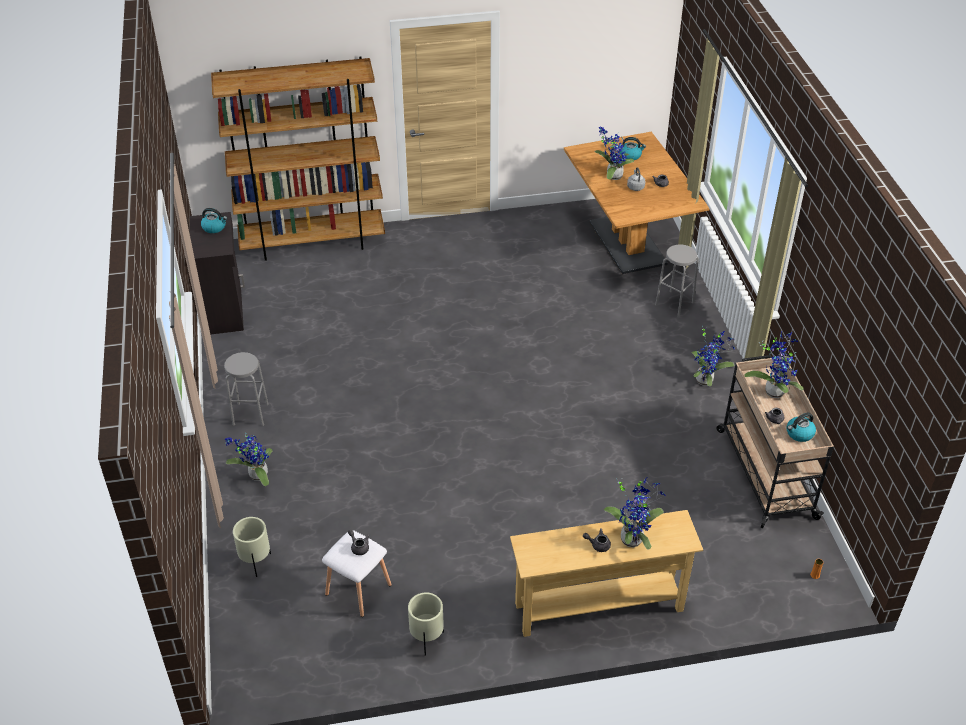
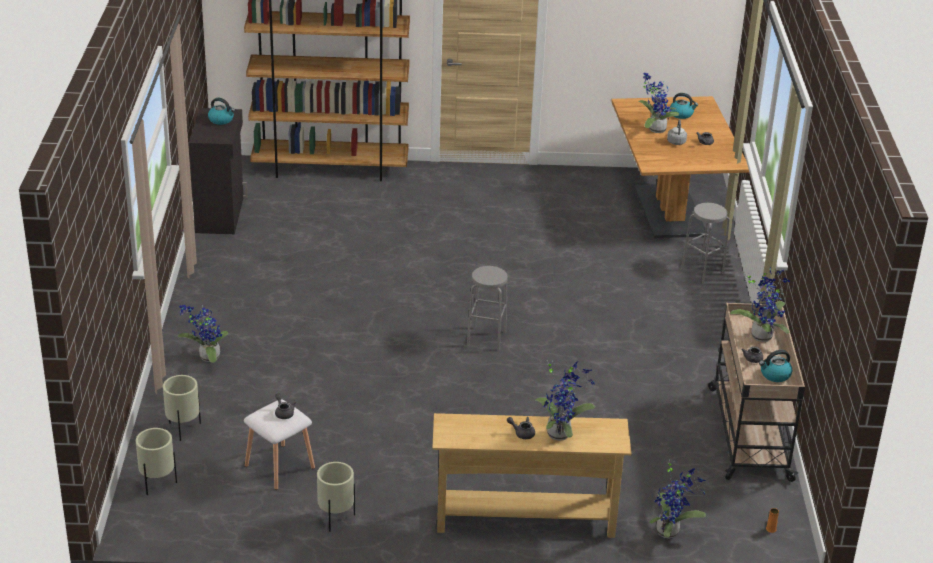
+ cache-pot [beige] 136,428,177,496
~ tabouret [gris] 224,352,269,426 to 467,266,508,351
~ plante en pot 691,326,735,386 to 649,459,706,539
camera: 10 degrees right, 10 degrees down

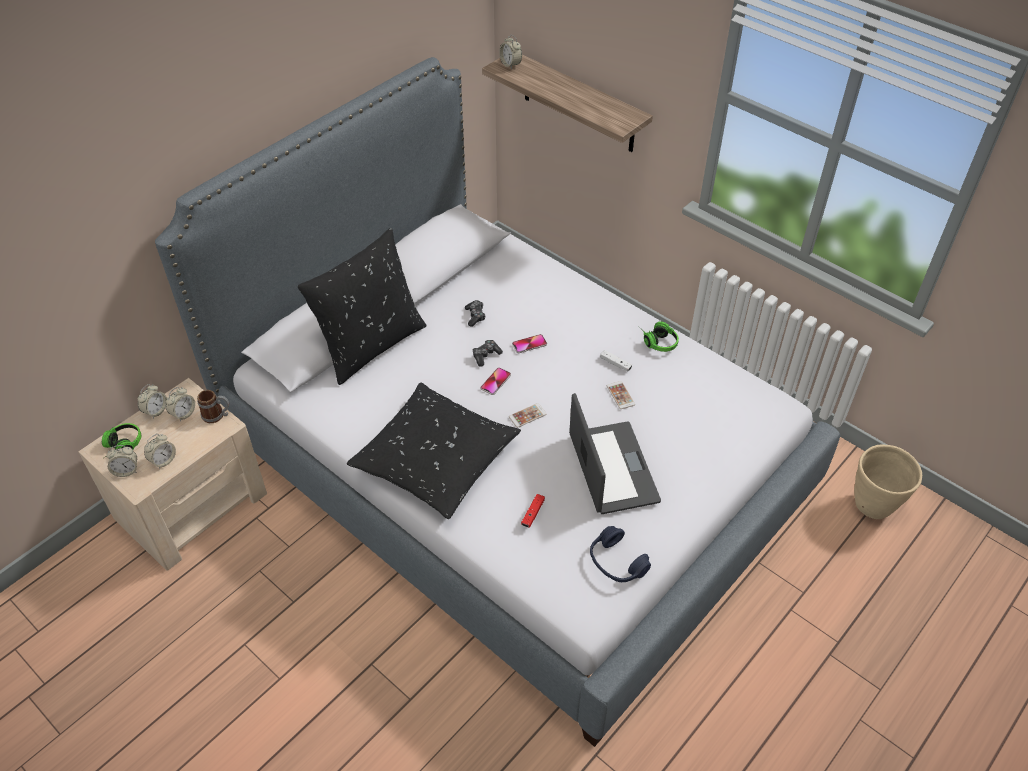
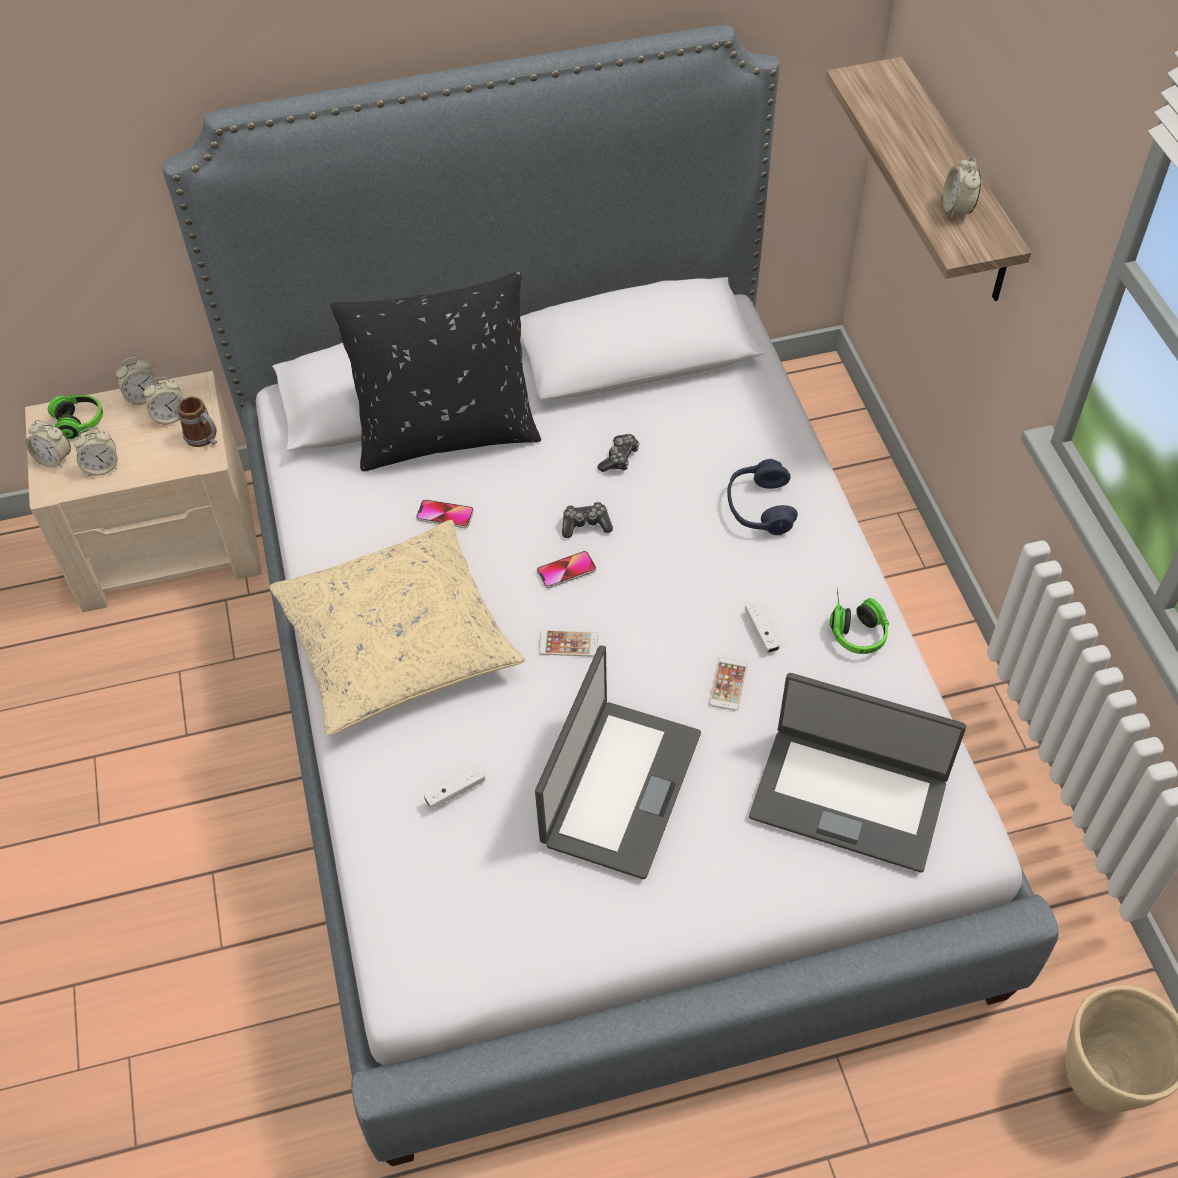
~ coussin [noir] 347,382,521,519 to coussin [beige] 269,520,525,736
~ téléphone 512,334,547,353 to 416,499,474,528
~ manette [rouge] 521,494,545,528 to manette [blanc] 424,766,485,809
~ casque audio [bleu] 590,526,651,582 to 727,459,798,535
+ ordinateur portable 749,673,966,872
~ réveil 499,35,522,69 to 943,156,981,219
camera: 35 degrees right, 5 degrees up

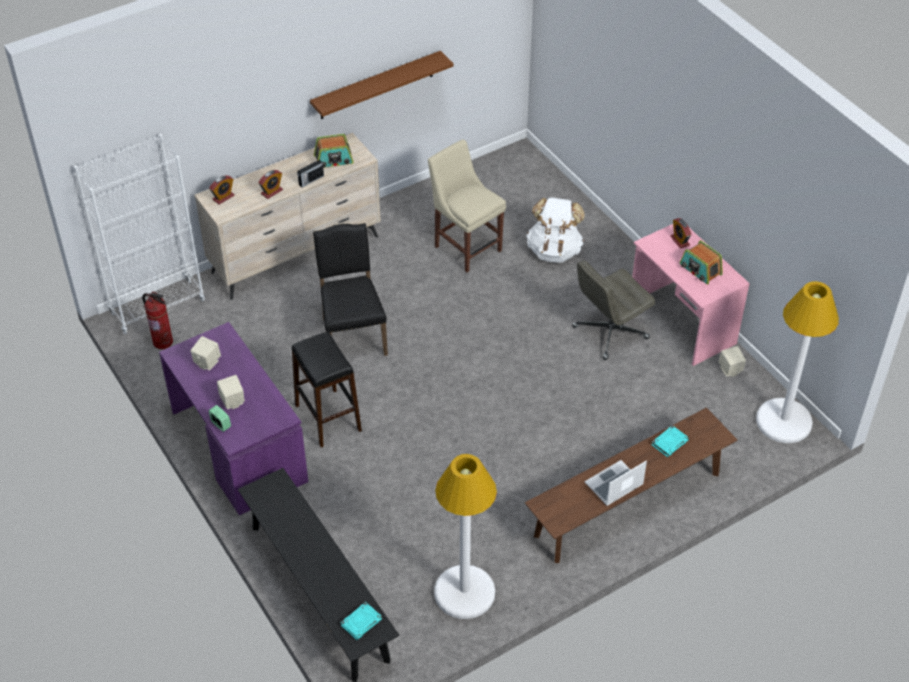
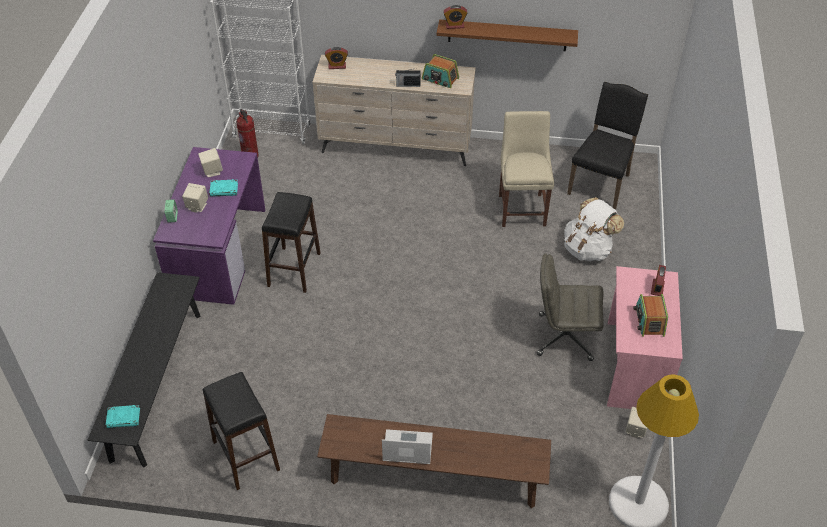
~ lampadaire [blanc] 434,454,497,619 to tabouret [noir] 202,372,280,490
~ livre [turquoise] 652,425,689,457 to 209,179,238,197
~ réveil 258,170,283,199 to 443,5,467,29
~ chaise [noir] 313,223,388,356 to 567,82,648,210
camera: 40 degrees right, 0 degrees up

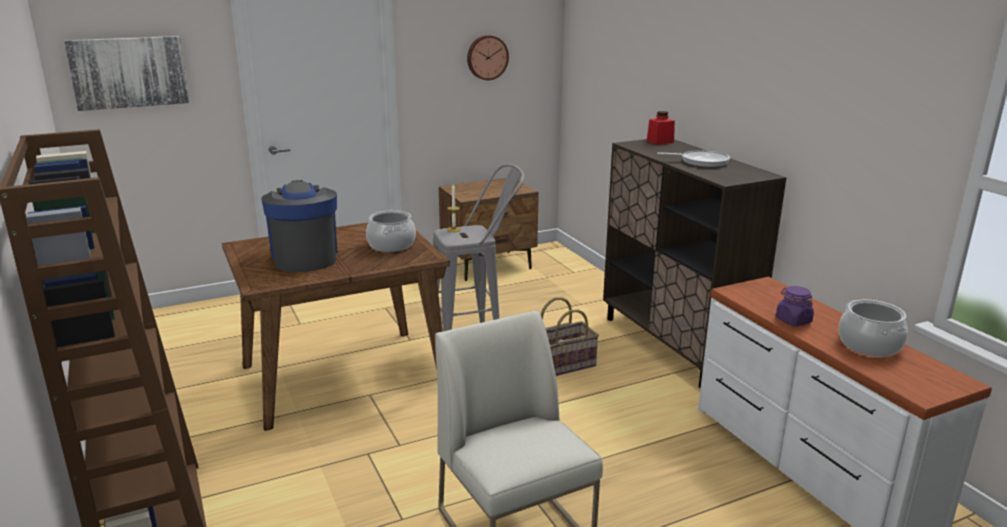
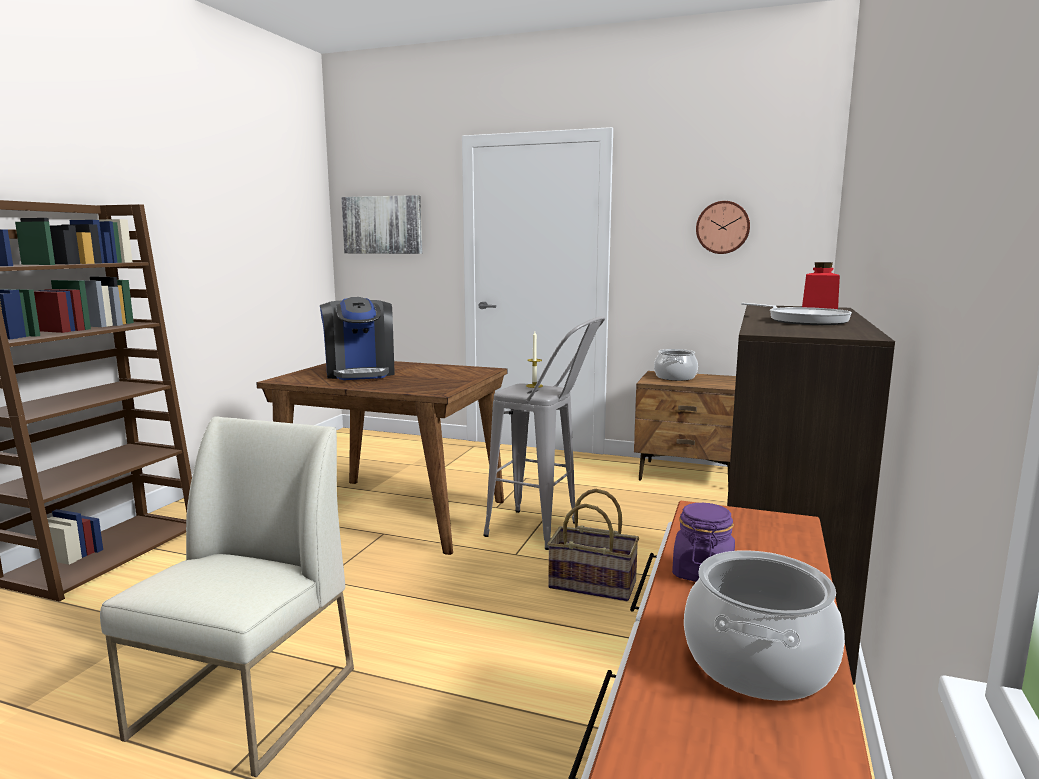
~ machine à café 261,180,337,272 = 320,297,395,380 135 degrees clockwise
~ marmite 366,210,416,252 to 654,349,698,381
camera: 45 degrees right, 10 degrees down

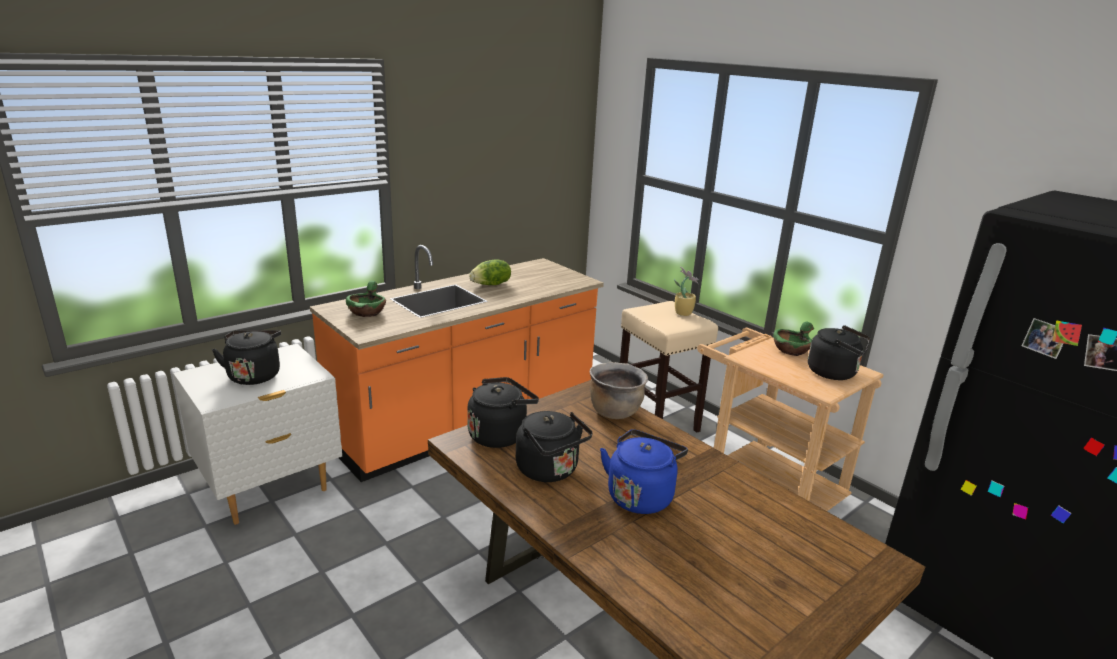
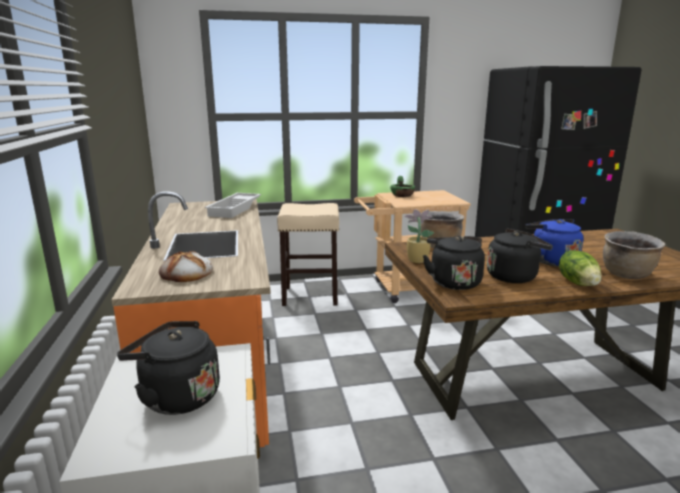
~ bol [vert] 346,281,386,317 to pain 159,251,213,282
+ plateau [blanc] 205,193,261,218
~ plante en pot 674,267,699,316 to 404,209,435,263
~ laitue 469,259,511,285 to 559,250,602,286
+ marmite [marron] 603,231,665,279
- bouilloire [noir] 808,325,871,380
camera: 60 degrees left, 5 degrees down

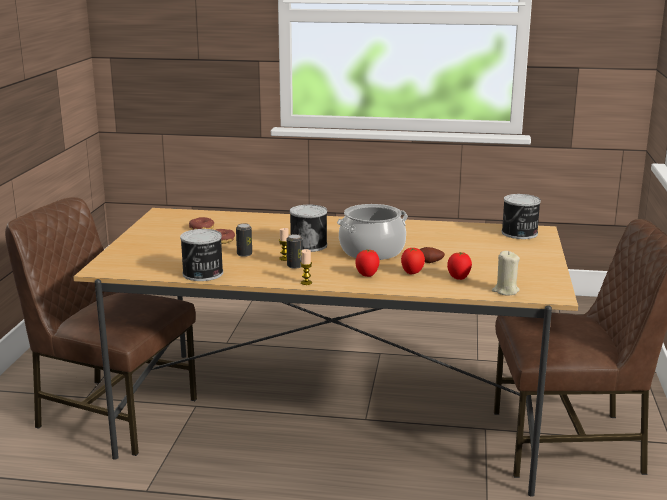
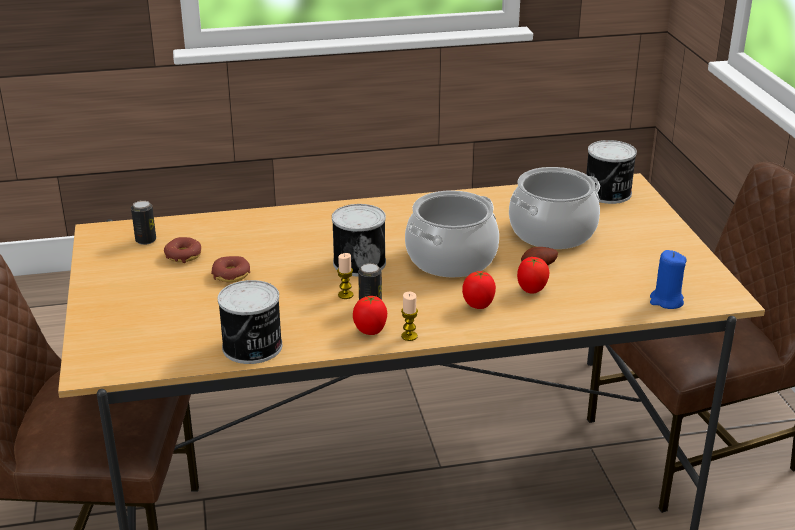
~ boîte métallique 236,223,252,257 to 131,200,156,245
~ tomate 447,252,472,280 to 353,296,387,335
+ marmite 509,167,600,249
~ bougie [beige] 492,251,520,296 to bougie [bleu] 650,250,687,309
camera: 20 degrees left, 10 degrees up

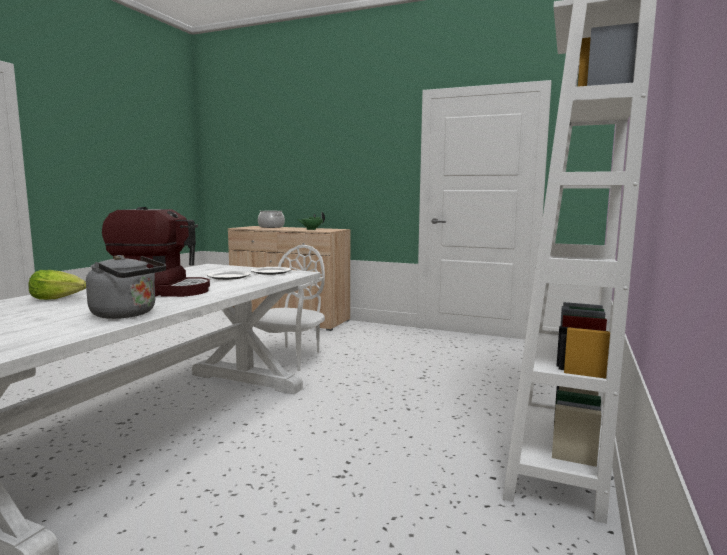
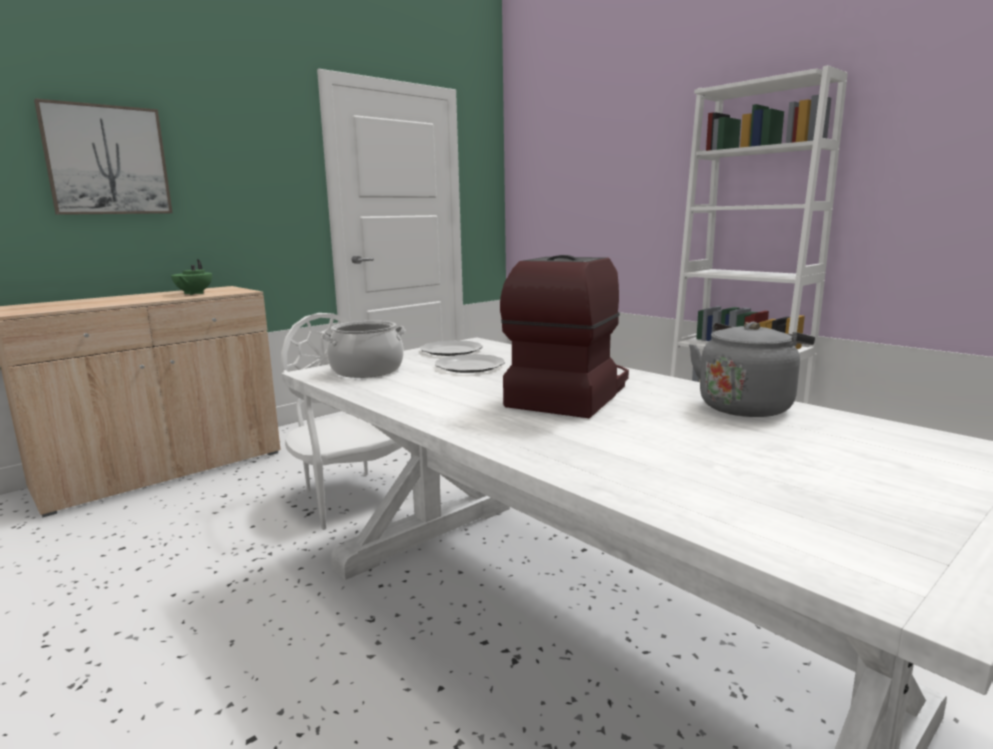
+ tableau 34,98,173,215
~ marmite 258,211,285,228 to 321,321,406,378
- laitue 29,270,86,300
camera: 65 degrees left, 5 degrees up

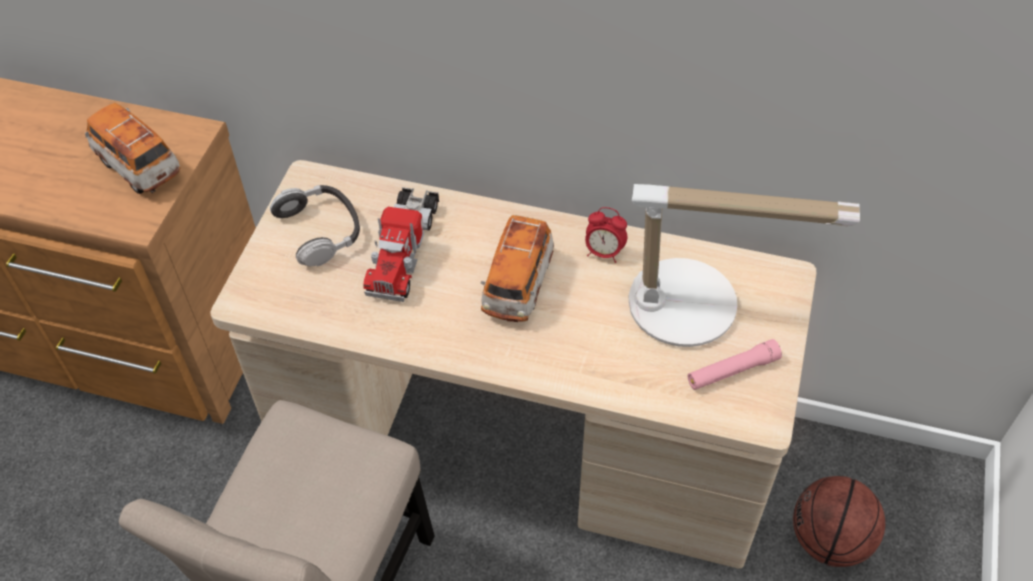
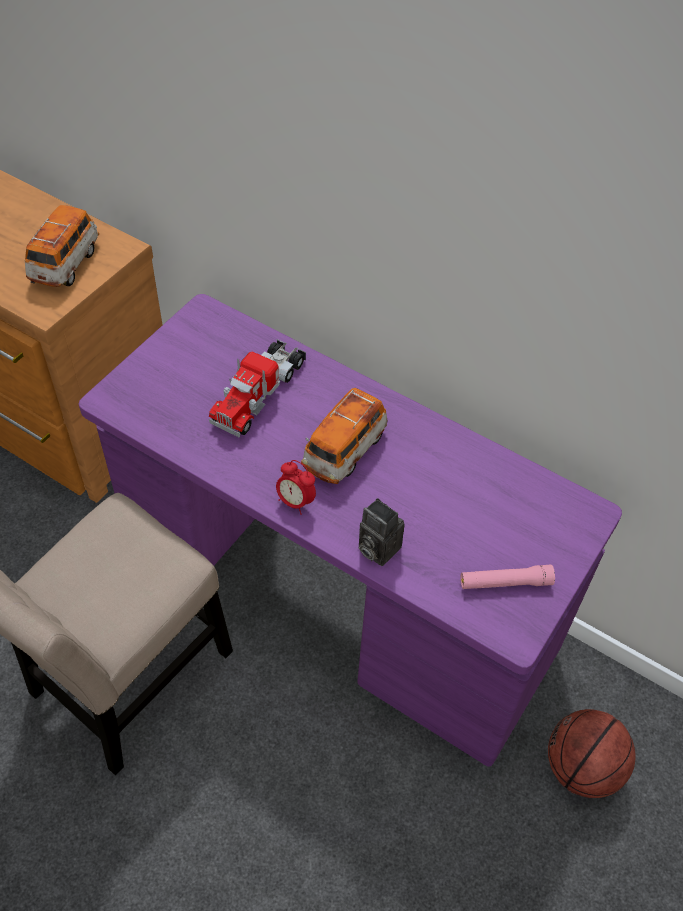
~ petite voiture 85,103,181,194 = 25,205,99,287 45 degrees clockwise
~ bureau [beige] 210,160,816,569 to bureau [violet] 79,294,622,767
~ réveil 585,207,627,263 to 276,460,316,515
+ appareil photo 359,498,404,566
- casque audio 270,185,360,266
- lampe de table 629,184,860,347
camera: 15 degrees right, 0 degrees up

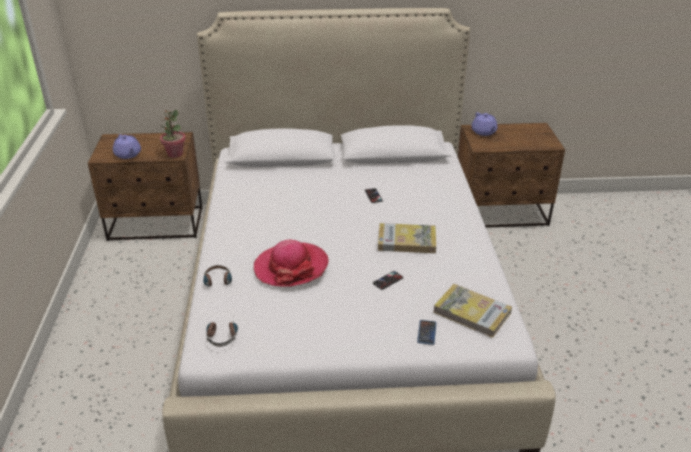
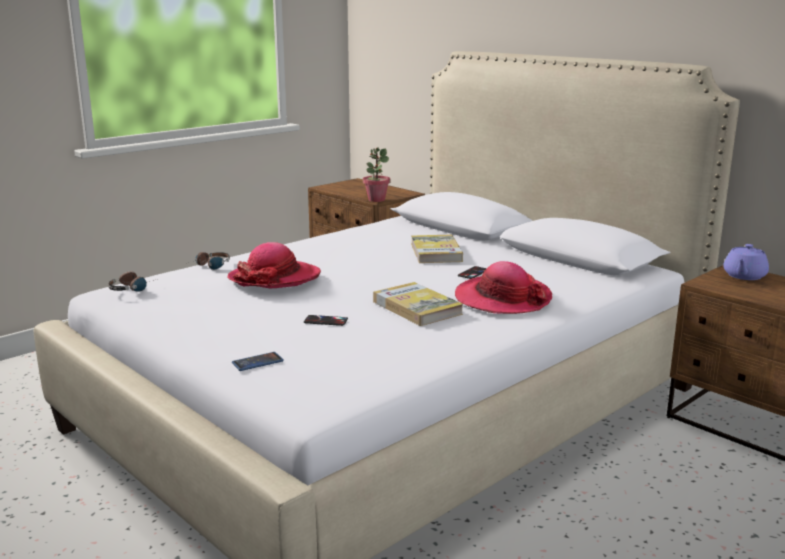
~ livre 433,284,512,338 to 411,234,463,263
+ chapeau 455,261,552,314
- théière [violet] 113,134,141,159
camera: 50 degrees right, 15 degrees down

